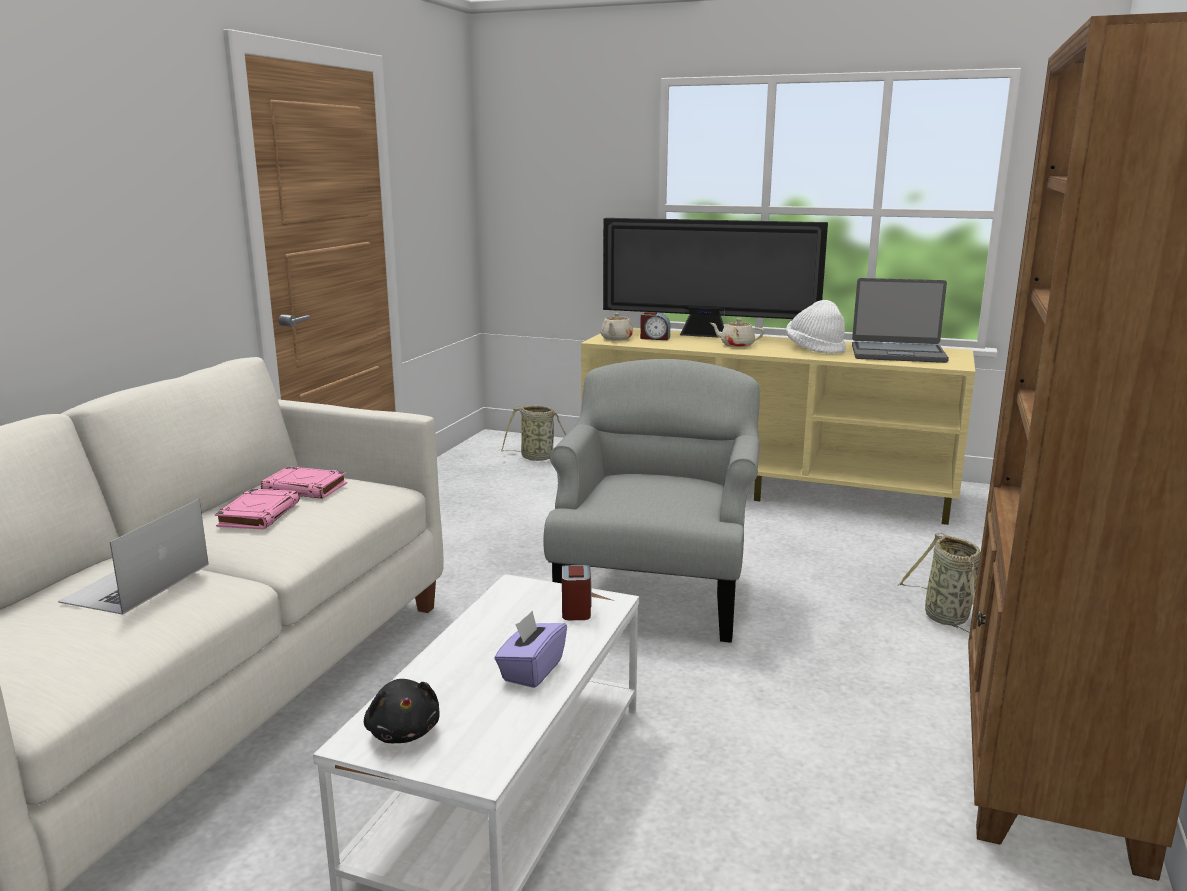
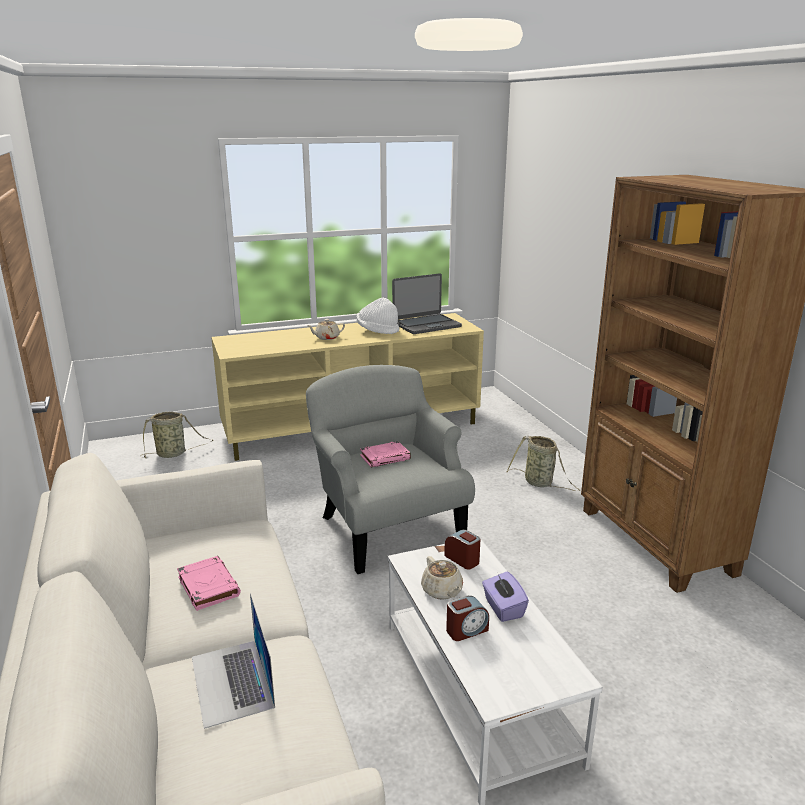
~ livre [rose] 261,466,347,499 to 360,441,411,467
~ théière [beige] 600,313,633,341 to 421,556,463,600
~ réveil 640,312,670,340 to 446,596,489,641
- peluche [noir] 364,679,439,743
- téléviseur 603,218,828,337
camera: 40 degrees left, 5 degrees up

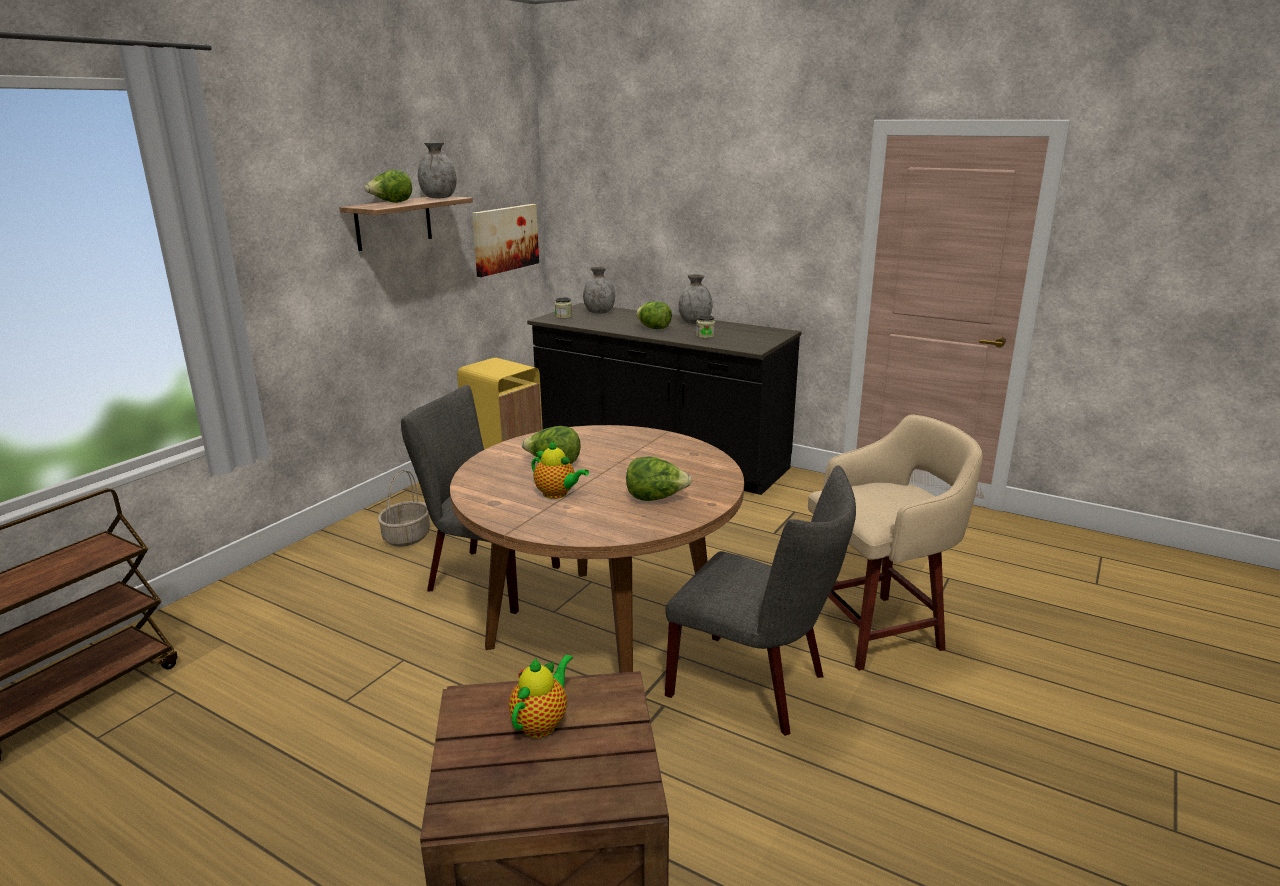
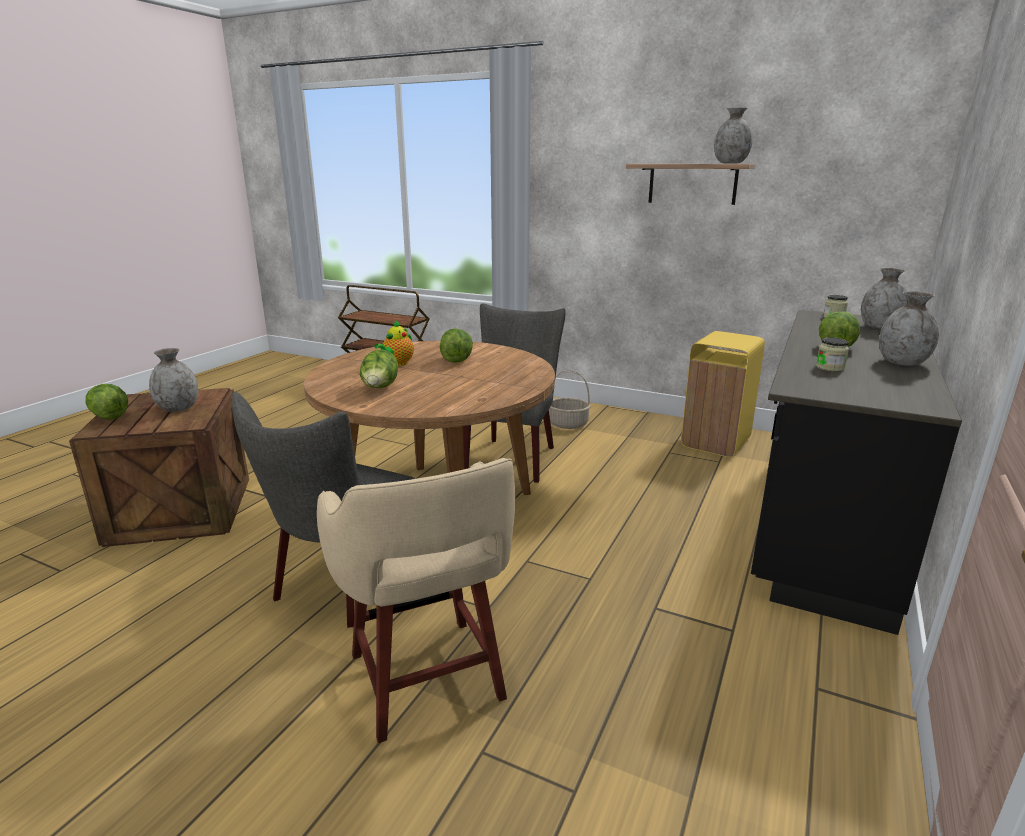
~ laitue 365,170,412,203 to 86,384,128,420
~ théière 509,654,573,738 to vase [gris] 149,348,198,412
- tableau 472,204,539,277
camera: 85 degrees right, 0 degrees up

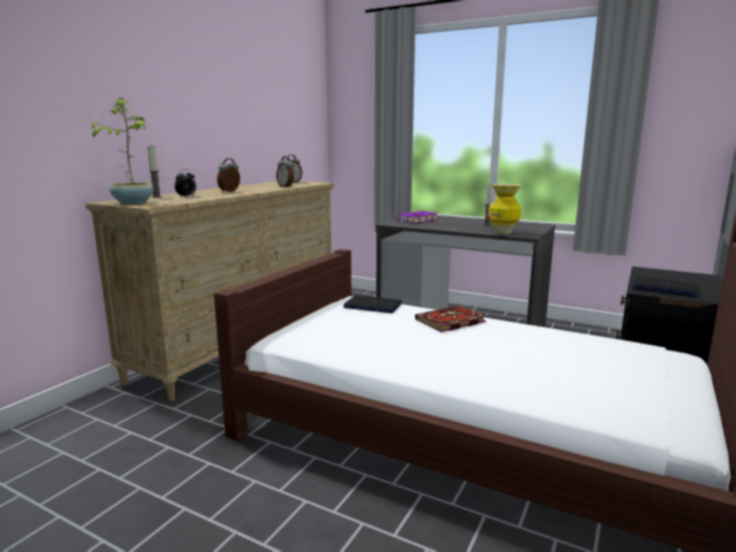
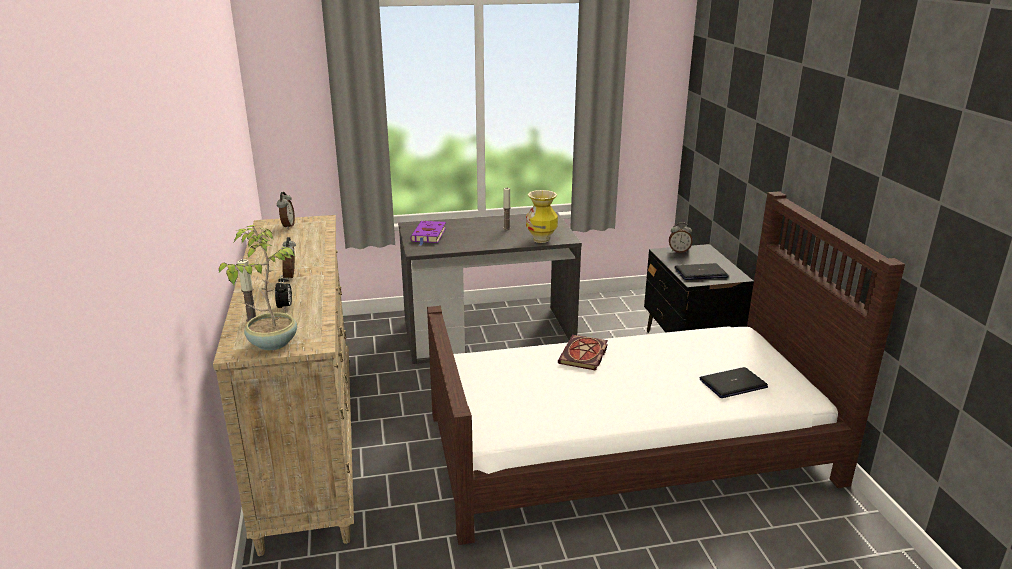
~ réveil 276,156,294,188 to 669,222,693,253
~ ordinateur portable 343,295,402,313 to 700,367,768,398
camera: 40 degrees left, 10 degrees up

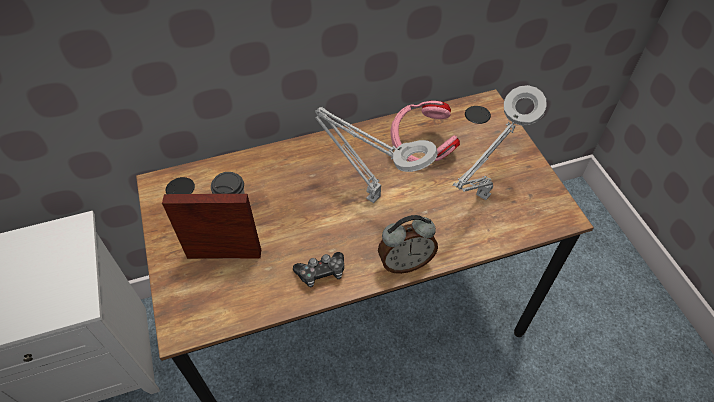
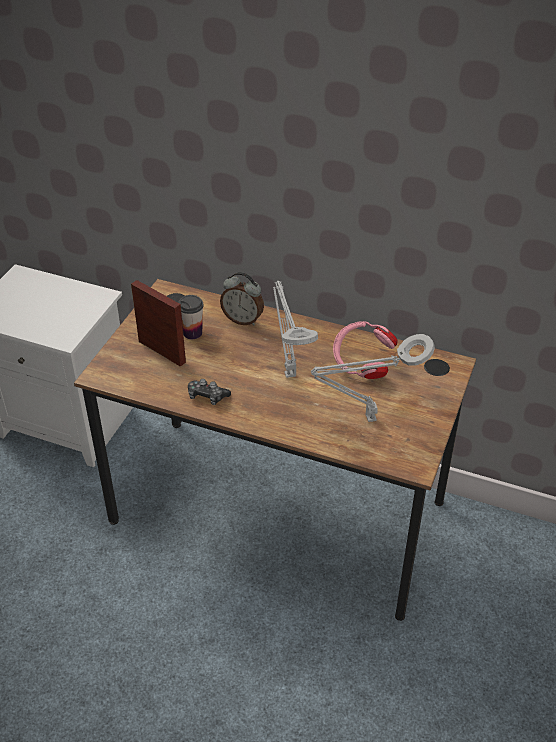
~ réveil 378,215,438,274 to 220,272,264,326
camera: 40 degrees right, 10 degrees down

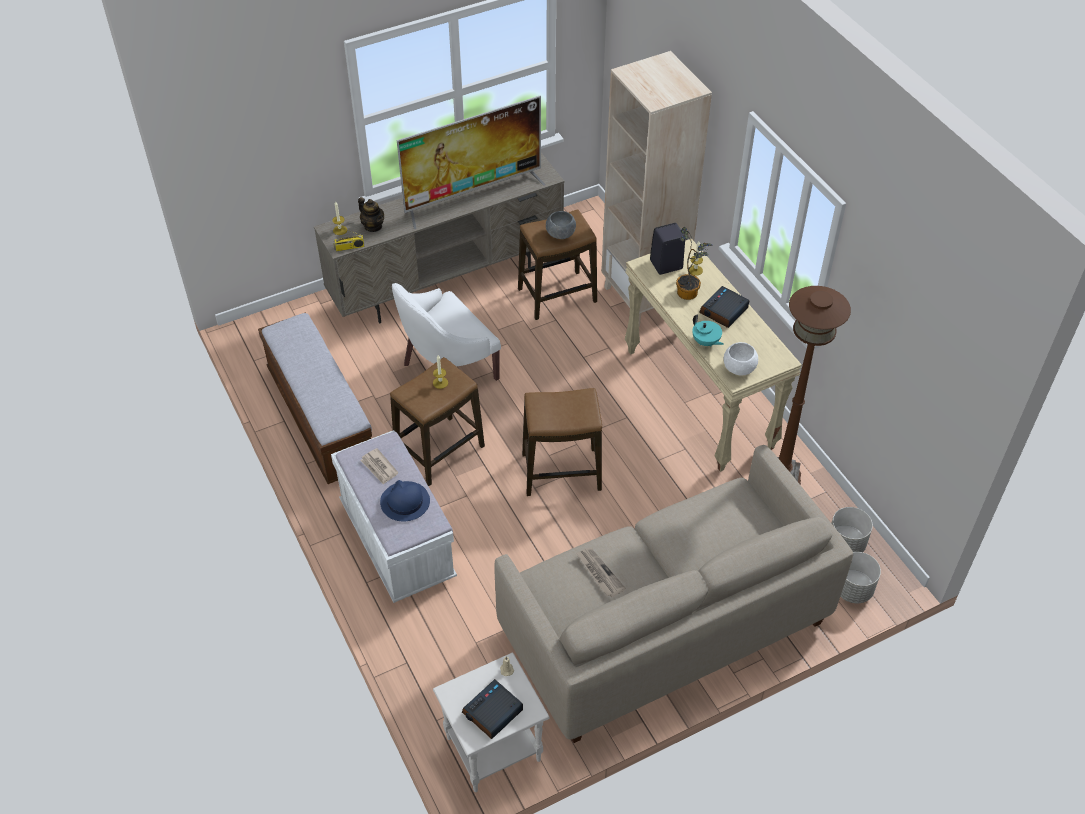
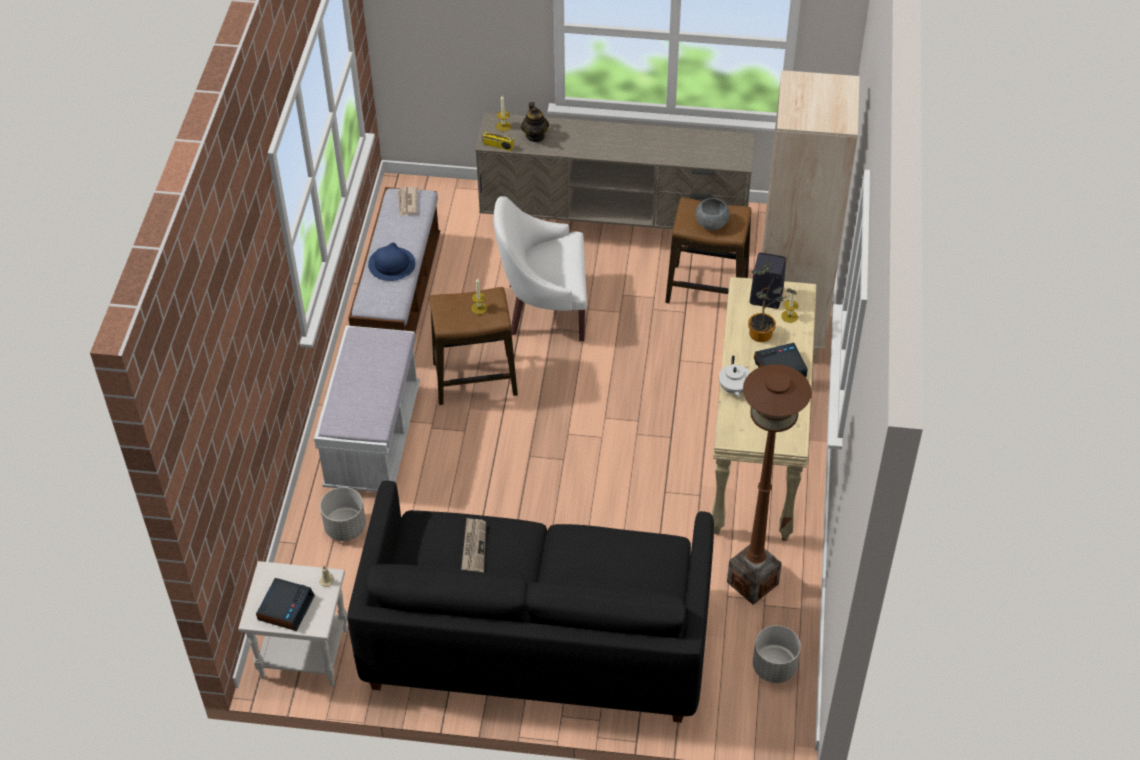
~ réveil 462,679,523,739 = 256,578,315,631 120 degrees clockwise
~ cache-pot [gris] 840,552,881,603 to 320,487,366,541
~ canapé [beige] 494,445,853,743 to canapé [noir] 347,481,714,723
~ chapeau [bleu] 380,480,430,521 to 368,242,415,281
~ journal 360,448,398,485 to 397,187,418,217
~ théière [turquoise] 692,315,724,346 to théière [blanc] 719,356,750,397
- téléviseur 397,96,546,229
- tabouret 522,388,602,496
- bol [blanc] 724,342,758,375
camera: 35 degrees right, 0 degrees up

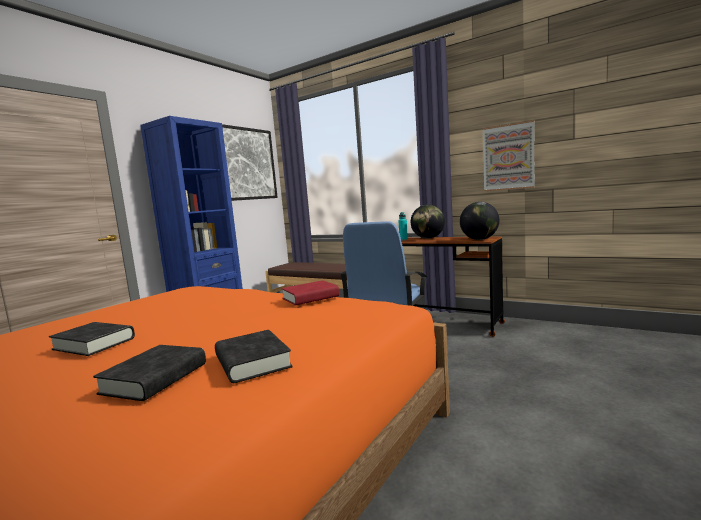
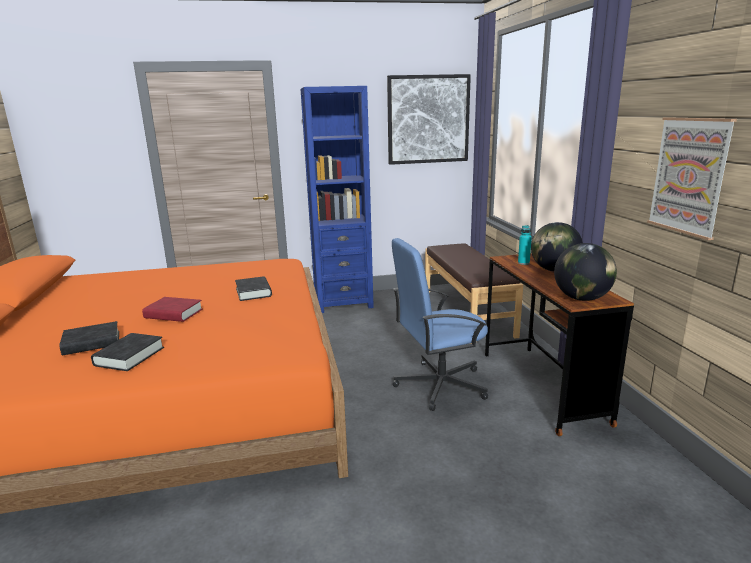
~ livre [rouge] 281,280,339,306 to 142,297,203,322
~ livre [noir] 49,322,135,356 to 235,276,272,301
camera: 45 degrees right, 10 degrees up

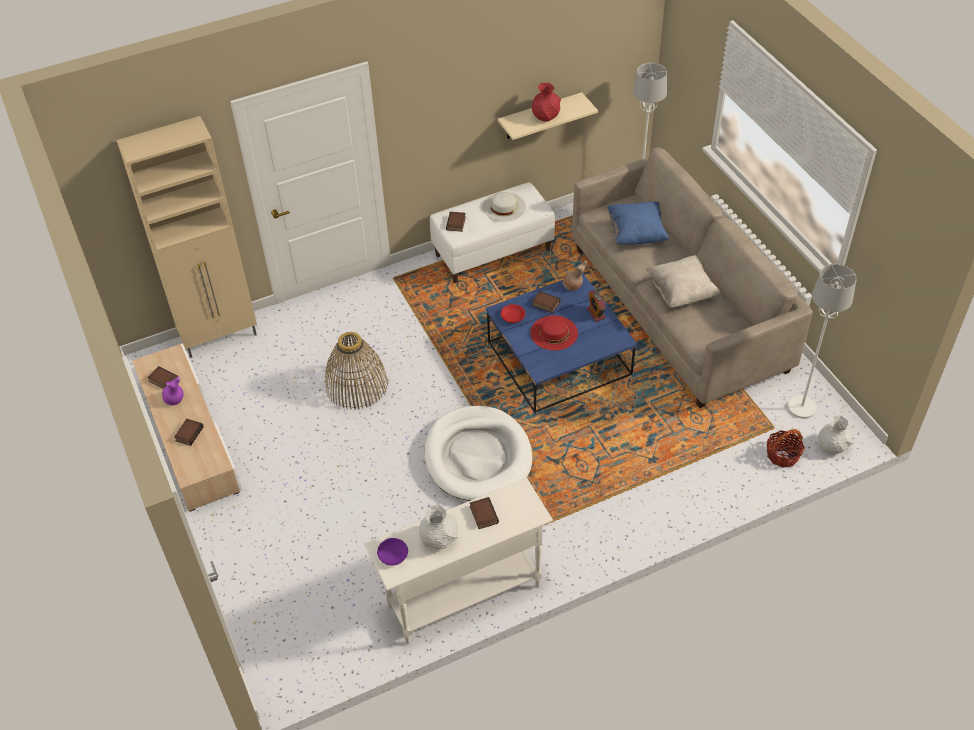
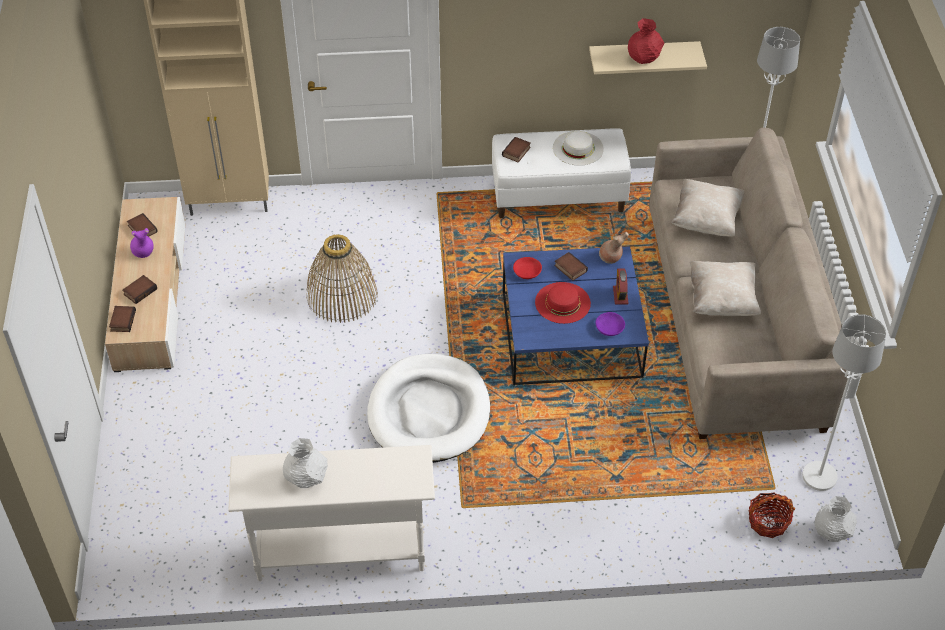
~ livre 470,497,499,529 to 109,306,136,332
~ bol [violet] 377,538,408,566 to 595,312,625,336
~ coussin [bleu] 607,201,669,245 to coussin [beige] 671,179,745,237
camera: 20 degrees right, 0 degrees up

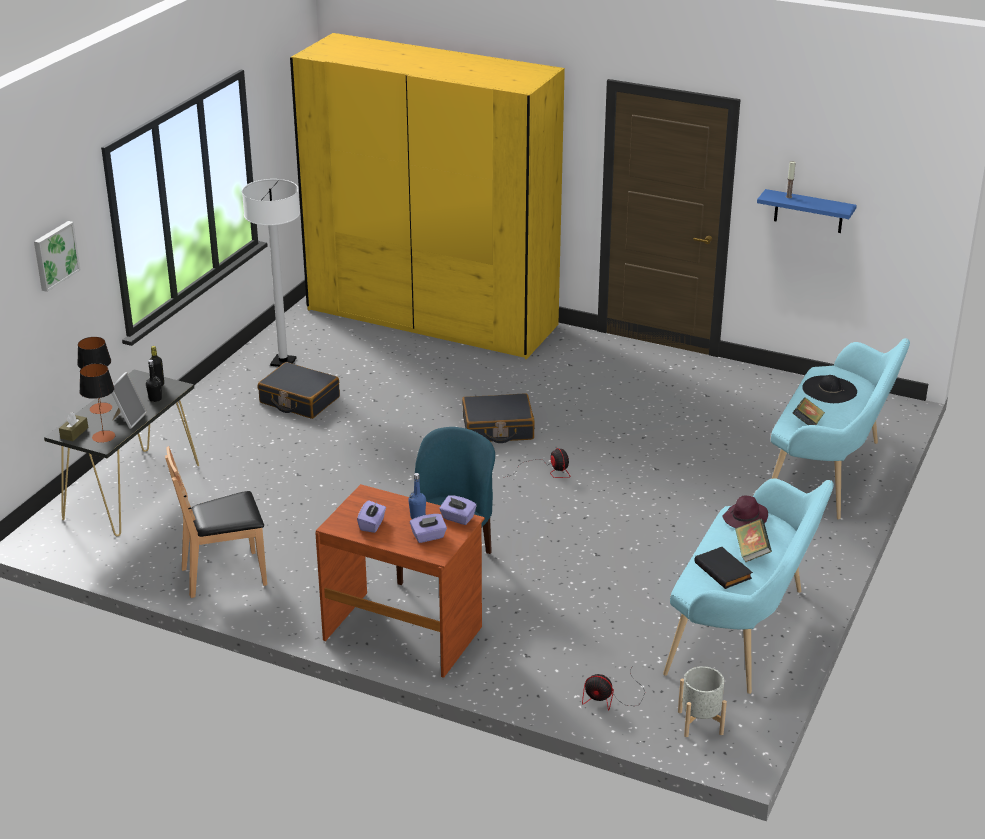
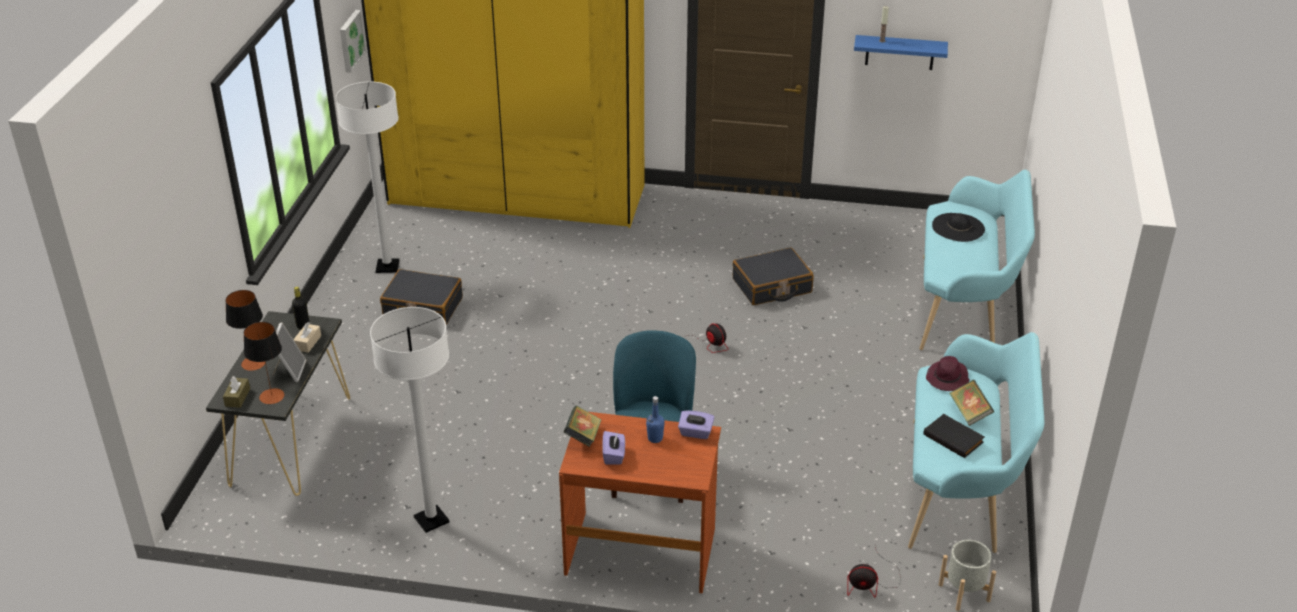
~ bouteille [noir] 146,360,162,402 to boîte à mouchoirs [beige] 293,322,321,353
~ tableau 34,221,80,292 to 340,10,366,73
~ chaise [marron] 165,446,267,598 to lampadaire [blanc] 370,307,450,533
~ livre 793,397,825,425 to 564,406,602,447
~ valise [noir] 462,393,535,443 to 733,248,814,305
- boîte à mouchoirs [violet] 410,514,447,543
camera: 15 degrees left, 5 degrees up

